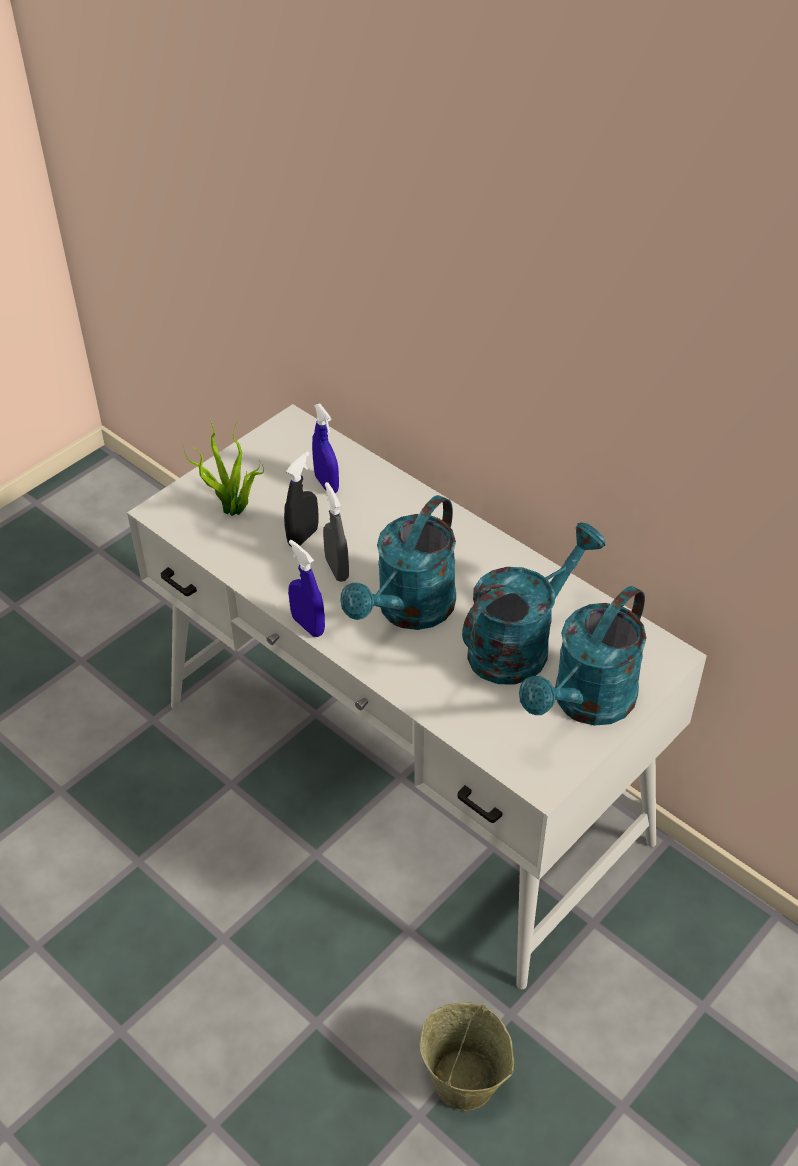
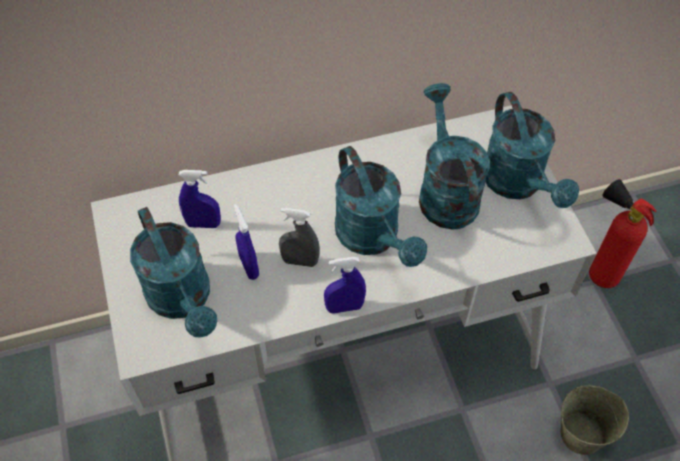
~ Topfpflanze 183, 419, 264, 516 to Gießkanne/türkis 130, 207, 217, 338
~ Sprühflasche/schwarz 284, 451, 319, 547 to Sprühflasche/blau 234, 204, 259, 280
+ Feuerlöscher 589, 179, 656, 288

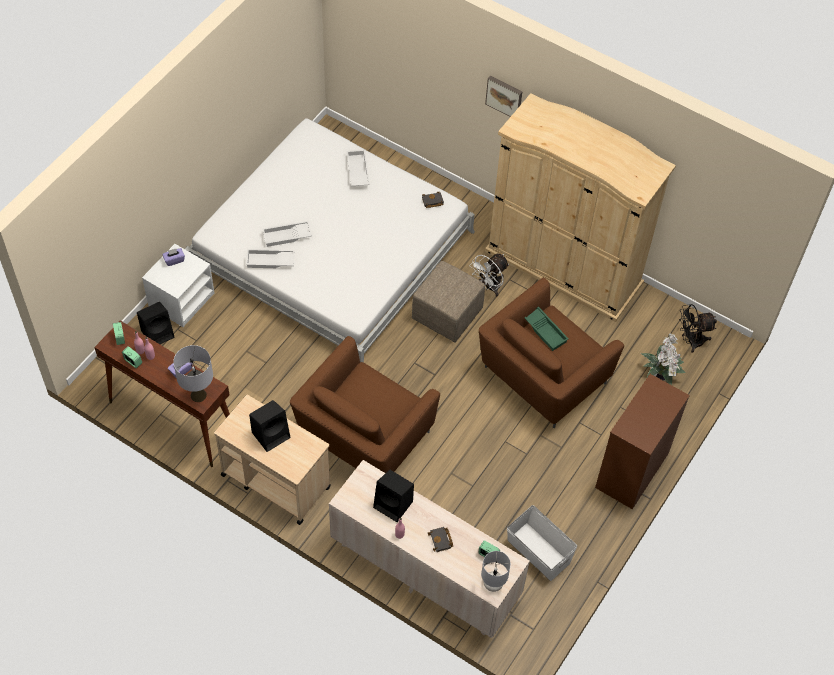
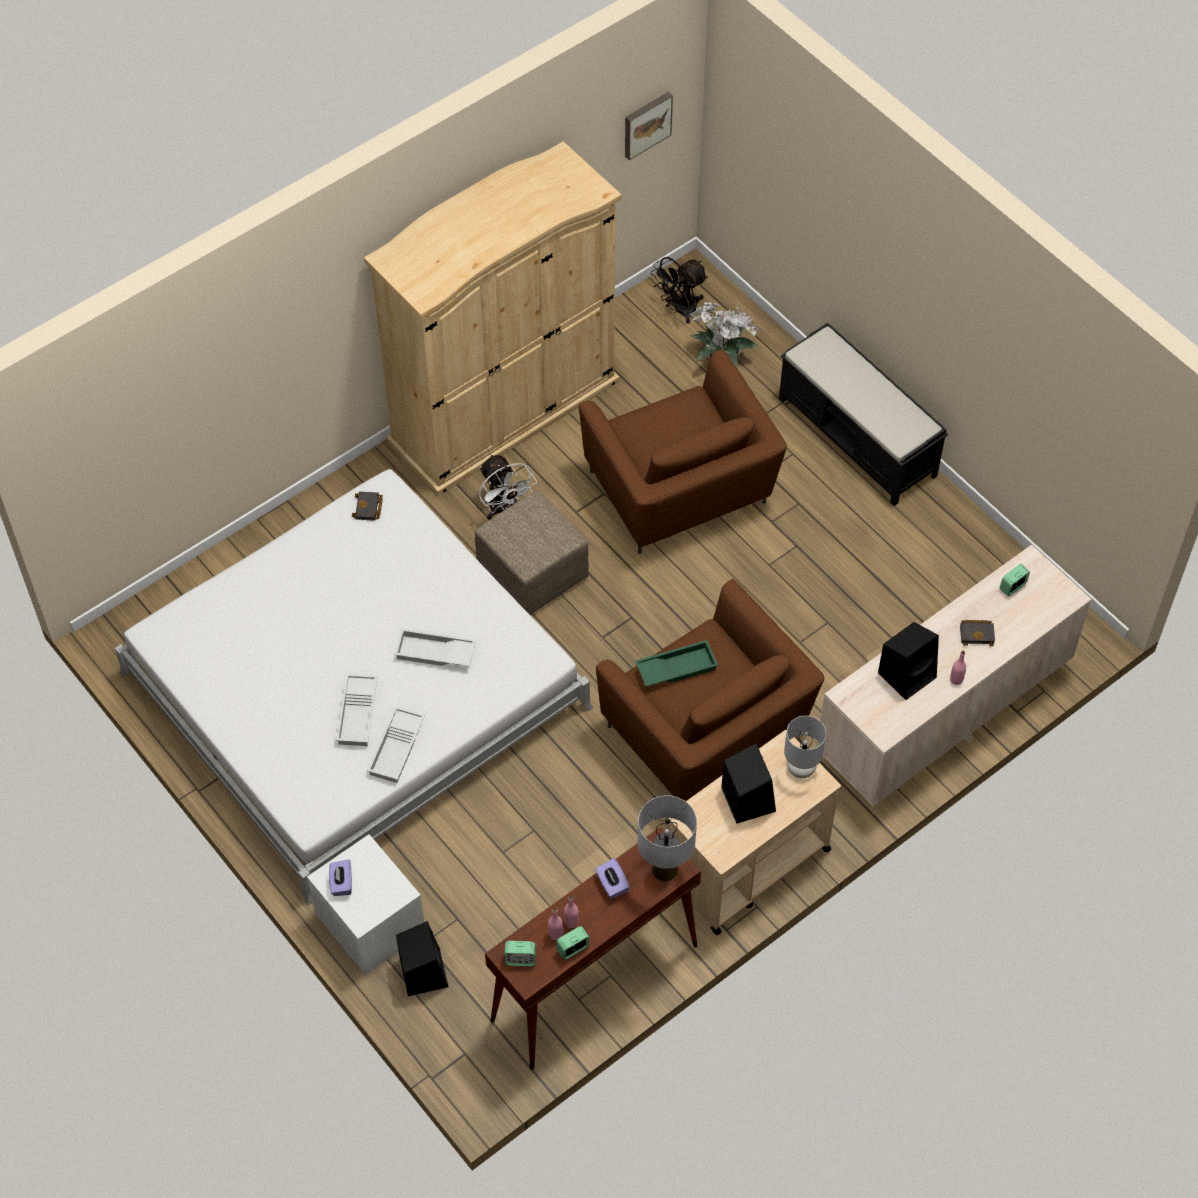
~ Bild 485, 76, 522, 117 to 625, 92, 673, 160
~ Tablett/weiß 347, 150, 370, 186 to 395, 628, 476, 667
~ Ventilator/schwarz 679, 304, 717, 353 = 651, 257, 708, 324 45 degrees clockwise
~ Tablett/grün 525, 306, 569, 351 to 635, 640, 718, 687
~ Kommode/braun 595, 374, 690, 509 to Bank/schwarz 779, 323, 948, 506
- Aufbewahrungsbox/weiß 507, 505, 577, 581
~ Tischlampe/grau 481, 551, 511, 592 to 784, 716, 826, 778

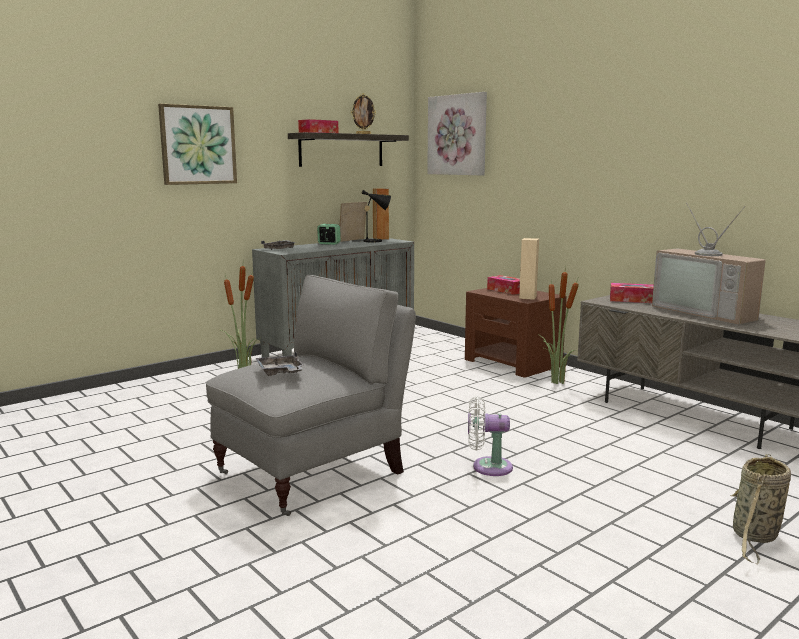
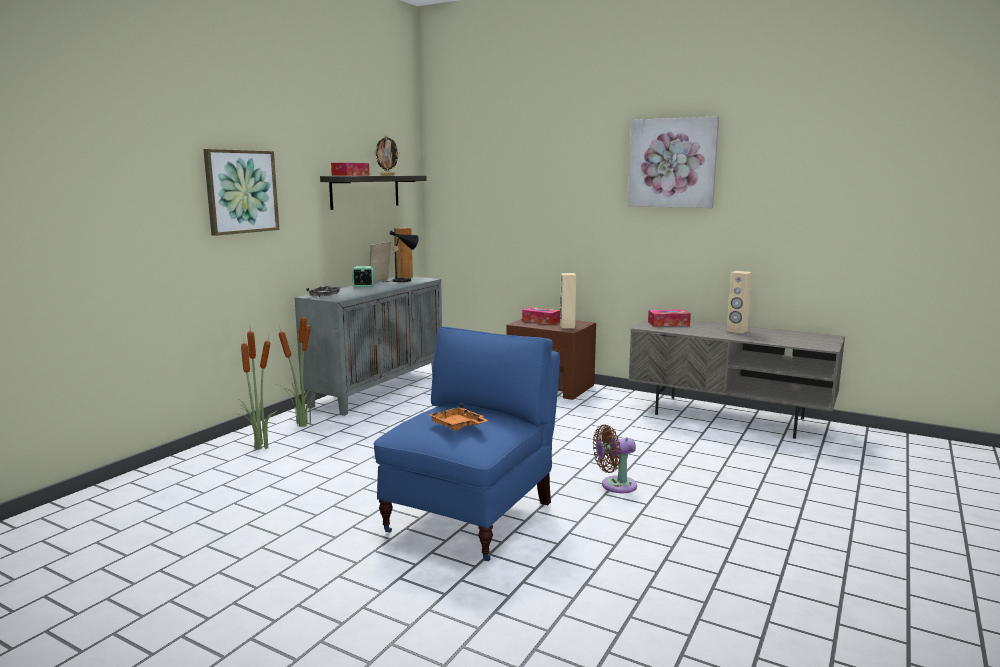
~ Bild 427, 92, 487, 175 to 628, 116, 719, 208
~ Fernseher 652, 202, 766, 324 to Lautsprecher/beige 726, 271, 752, 334
~ Topfpflanze 538, 266, 579, 384 to 237, 329, 277, 450
~ Sessel/grau 205, 275, 416, 516 to Sessel/blau 374, 326, 560, 561
~ Tablett/grau 256, 351, 303, 376 to Tablett/orange 428, 403, 488, 430
~ Ventilator/weiß 468, 396, 513, 476 to Ventilator/braun 593, 425, 637, 493
- Korb 730, 454, 791, 564

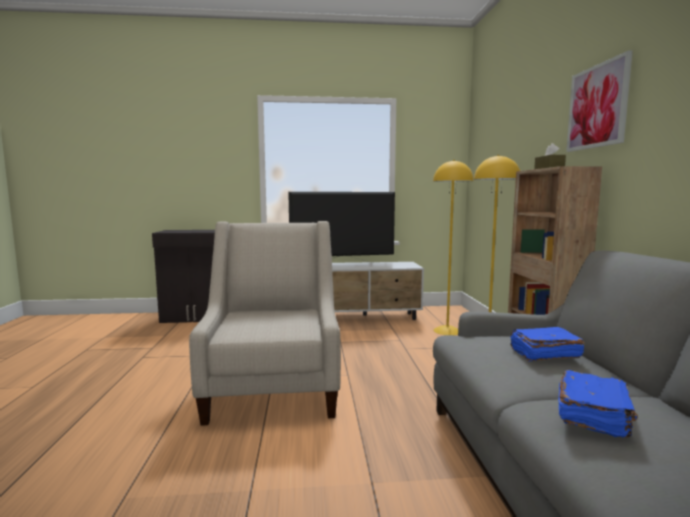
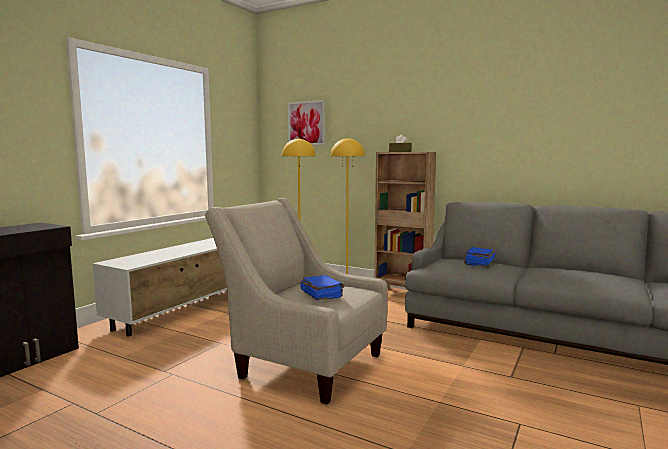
~ Bild 566, 50, 633, 152 to 288, 100, 325, 145
- Fernseher 288, 192, 395, 263
~ Buch/blau 558, 370, 638, 438 to 300, 275, 344, 300

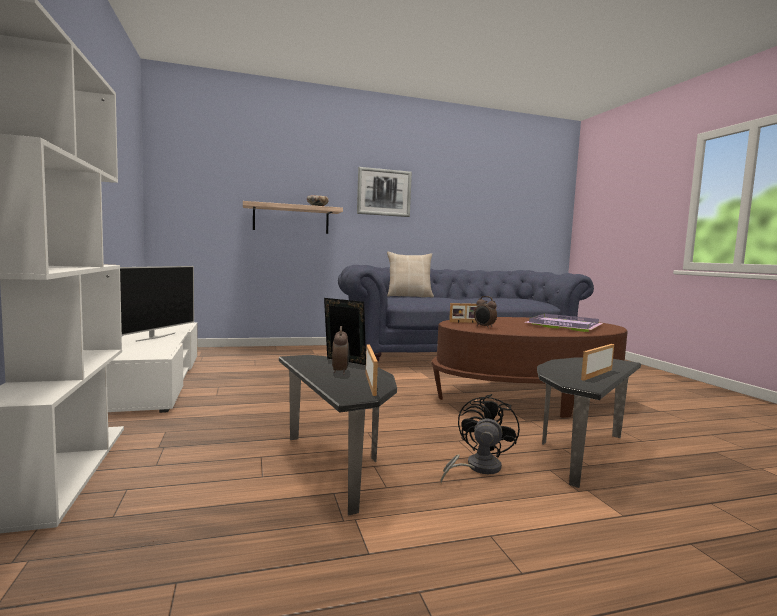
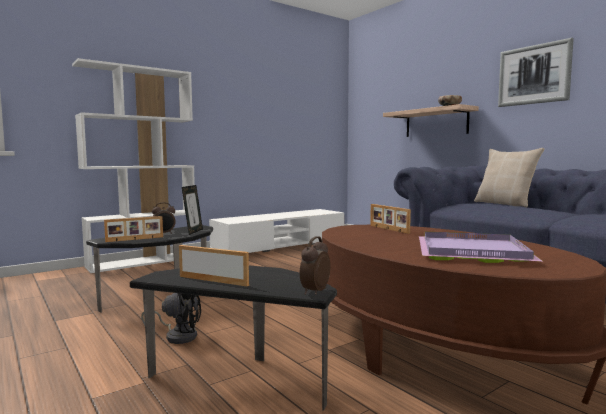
- Fernseher 120, 266, 194, 342
~ Wecker 474, 296, 497, 328 to 300, 236, 330, 295

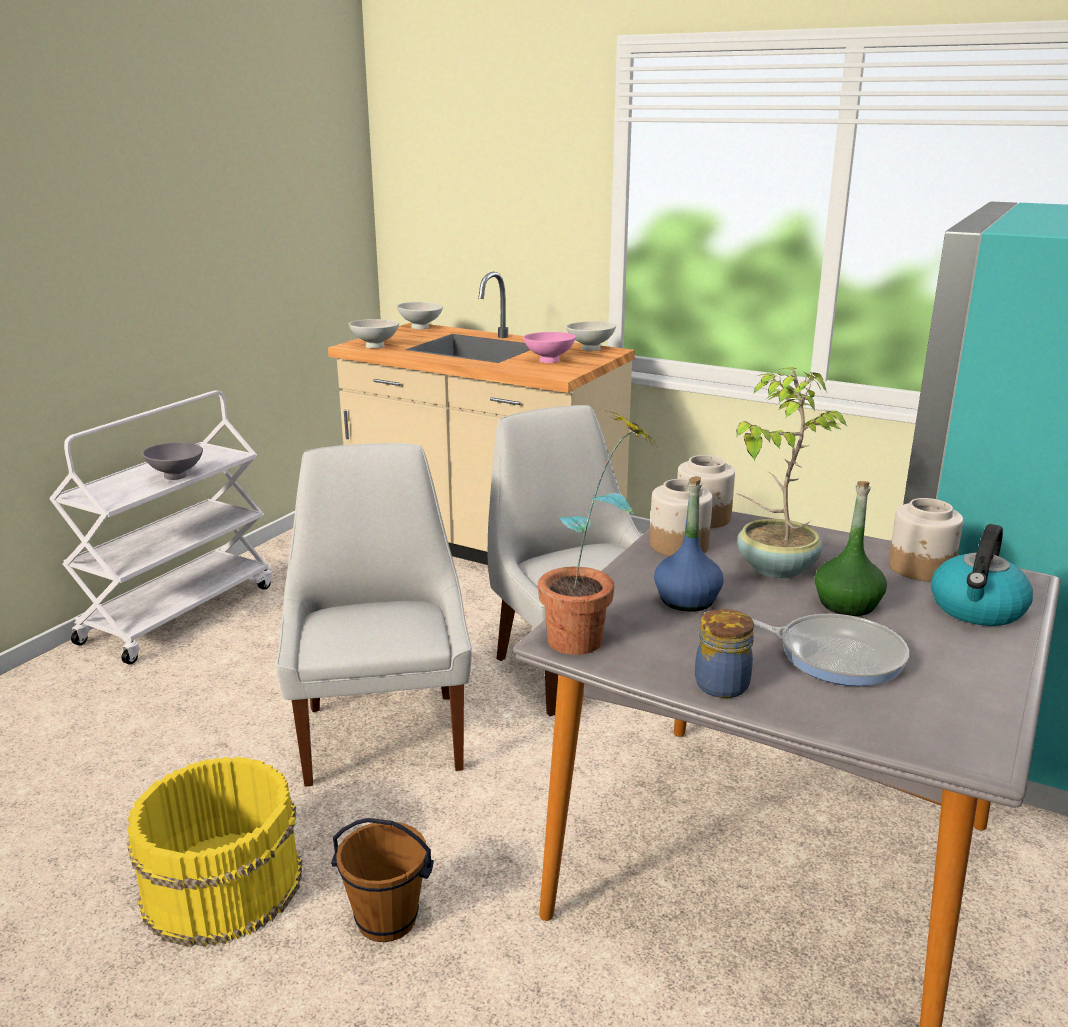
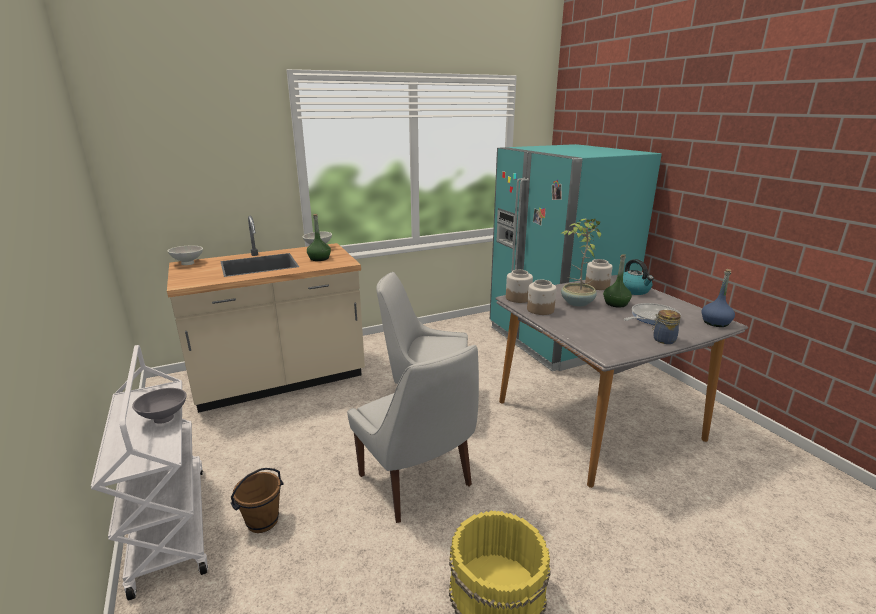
- Schüssel/weiß 349, 319, 399, 348
~ Schüssel/rosa 523, 332, 576, 363 to Flasche/grün 307, 214, 331, 261
- Topfpflanze 538, 410, 657, 655
~ Stuhl/weiß 276, 443, 472, 787 = 347, 345, 479, 523 150 degrees counterclockwise
~ Flasche/blau 654, 476, 723, 612 to 702, 269, 735, 327
~ Eimer/braun 331, 818, 434, 942 to 231, 468, 284, 533

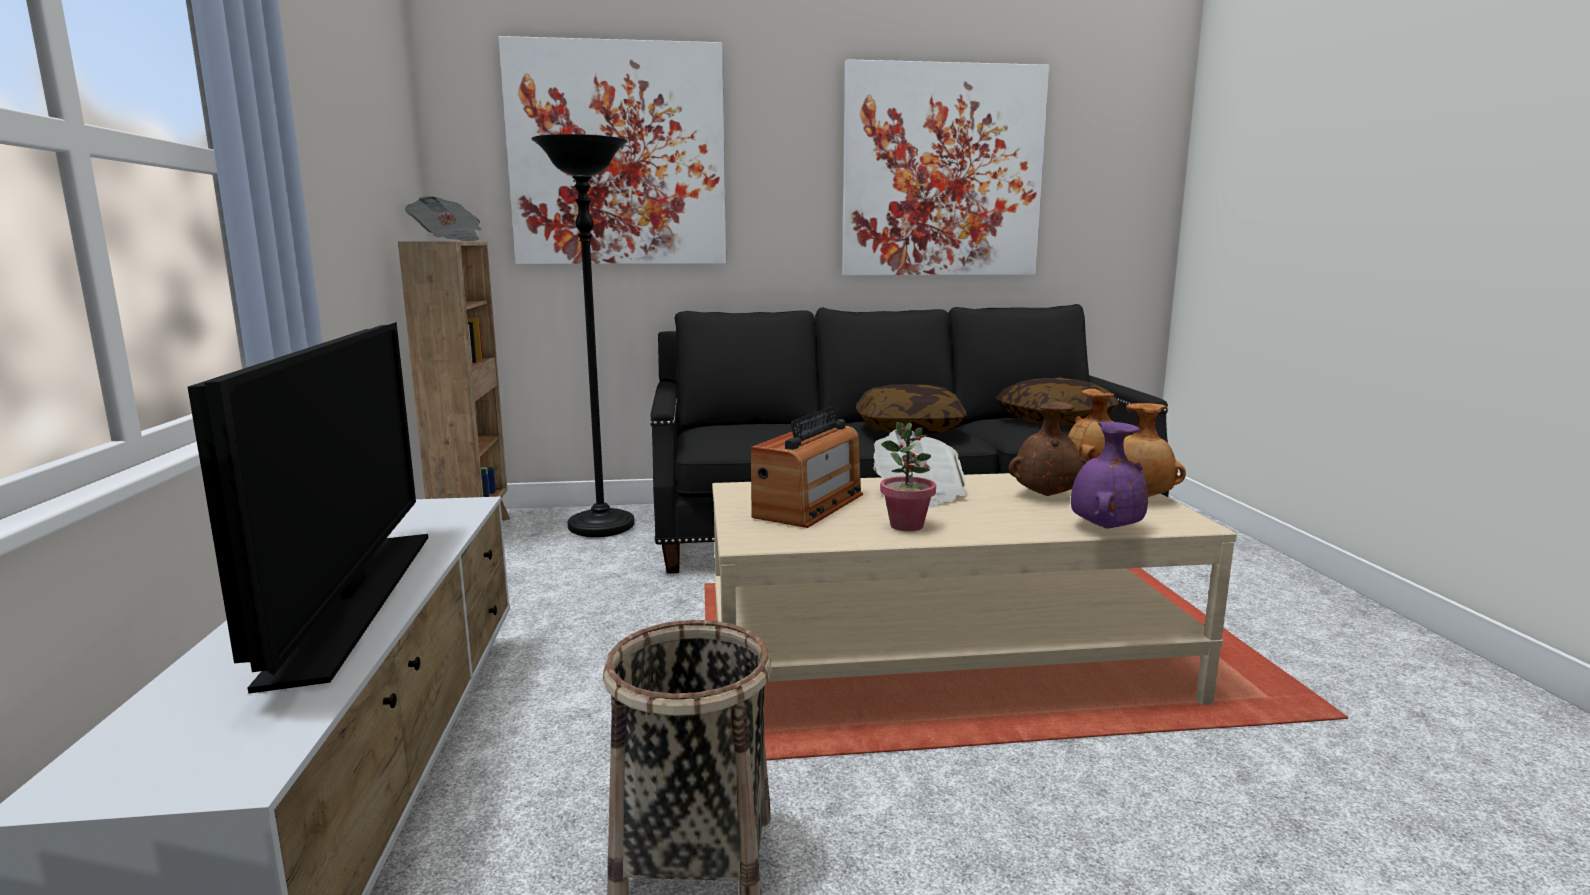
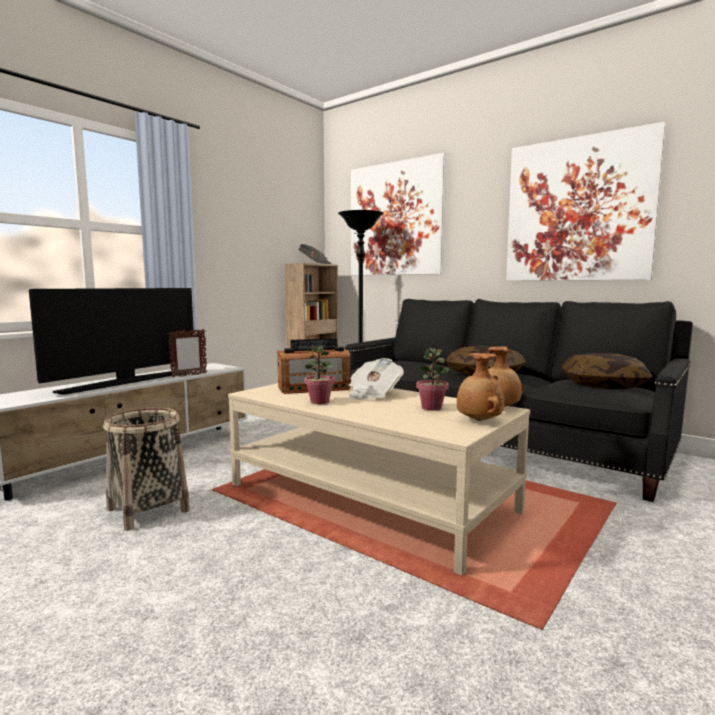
~ Vase/braun 1008, 401, 1087, 496 to Topfpflanze 416, 348, 449, 411
- Vase/lila 1071, 422, 1148, 529
+ Bilderrahmen 168, 329, 207, 378

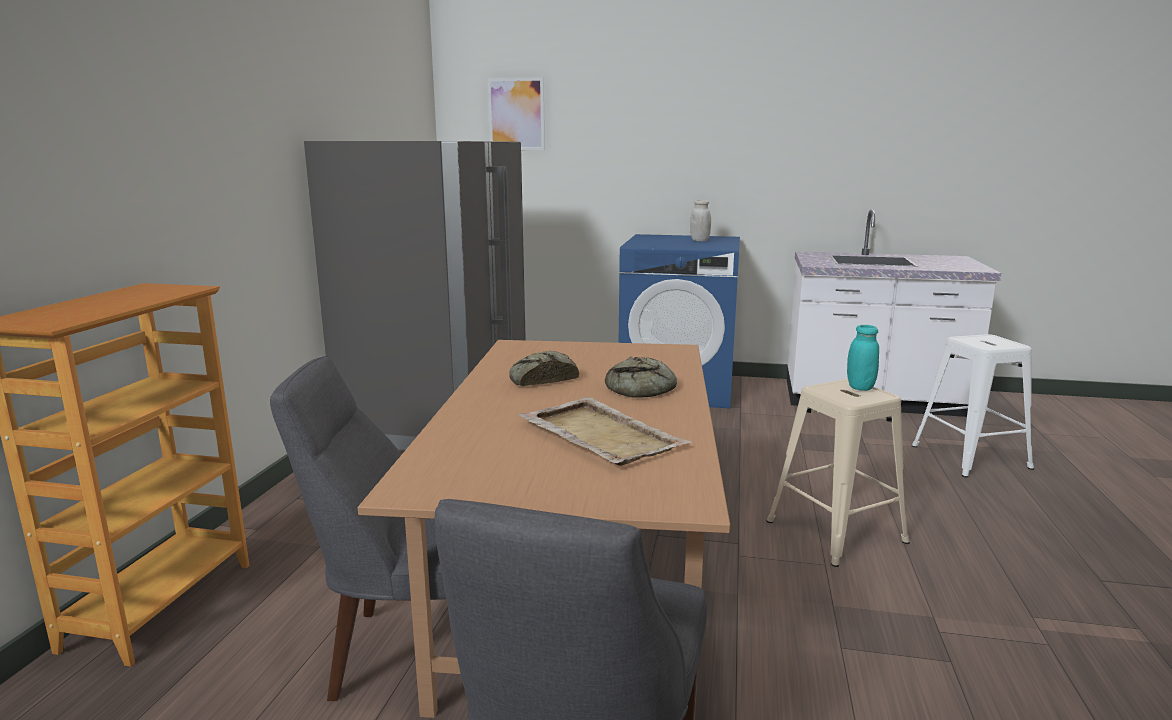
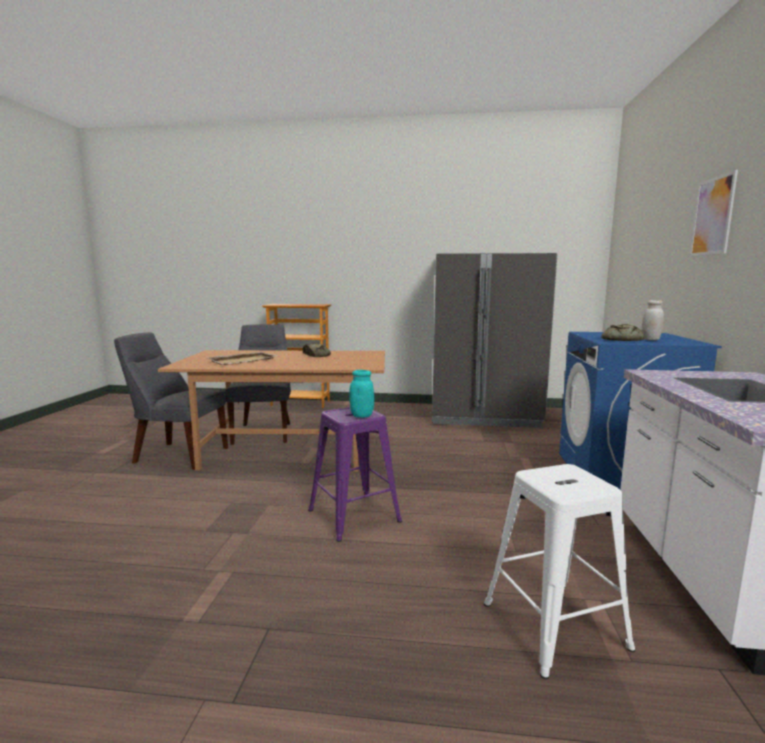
~ Bild 487, 77, 545, 150 to 690, 170, 738, 257
~ Brot 605, 357, 677, 398 to 601, 324, 645, 341
~ Hocker/beige 766, 379, 910, 567 to Hocker/lila 308, 407, 402, 542

